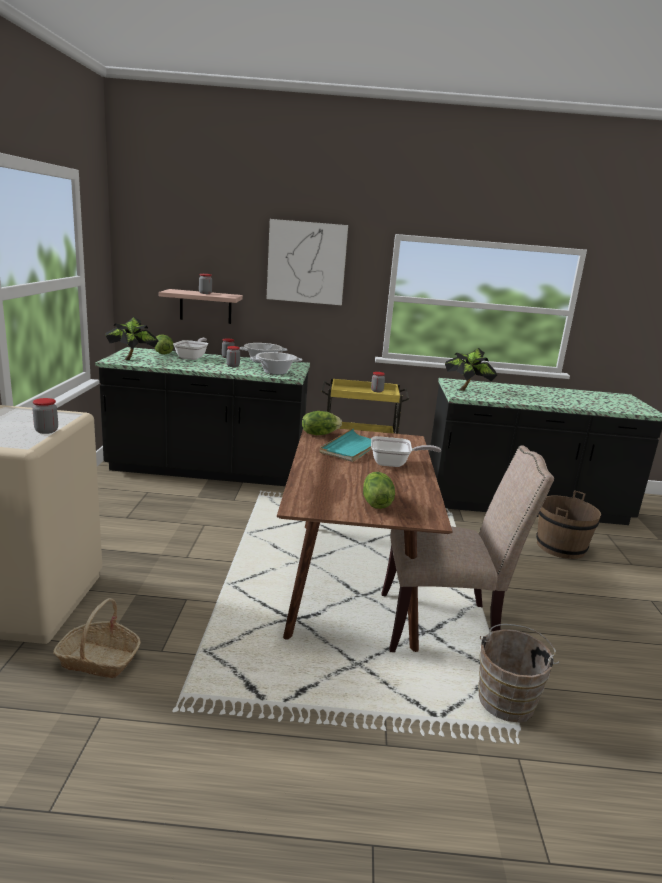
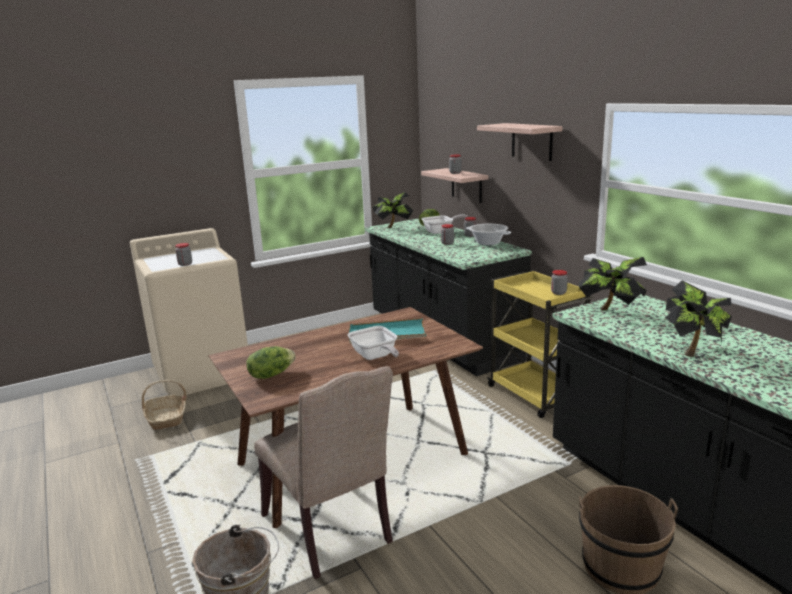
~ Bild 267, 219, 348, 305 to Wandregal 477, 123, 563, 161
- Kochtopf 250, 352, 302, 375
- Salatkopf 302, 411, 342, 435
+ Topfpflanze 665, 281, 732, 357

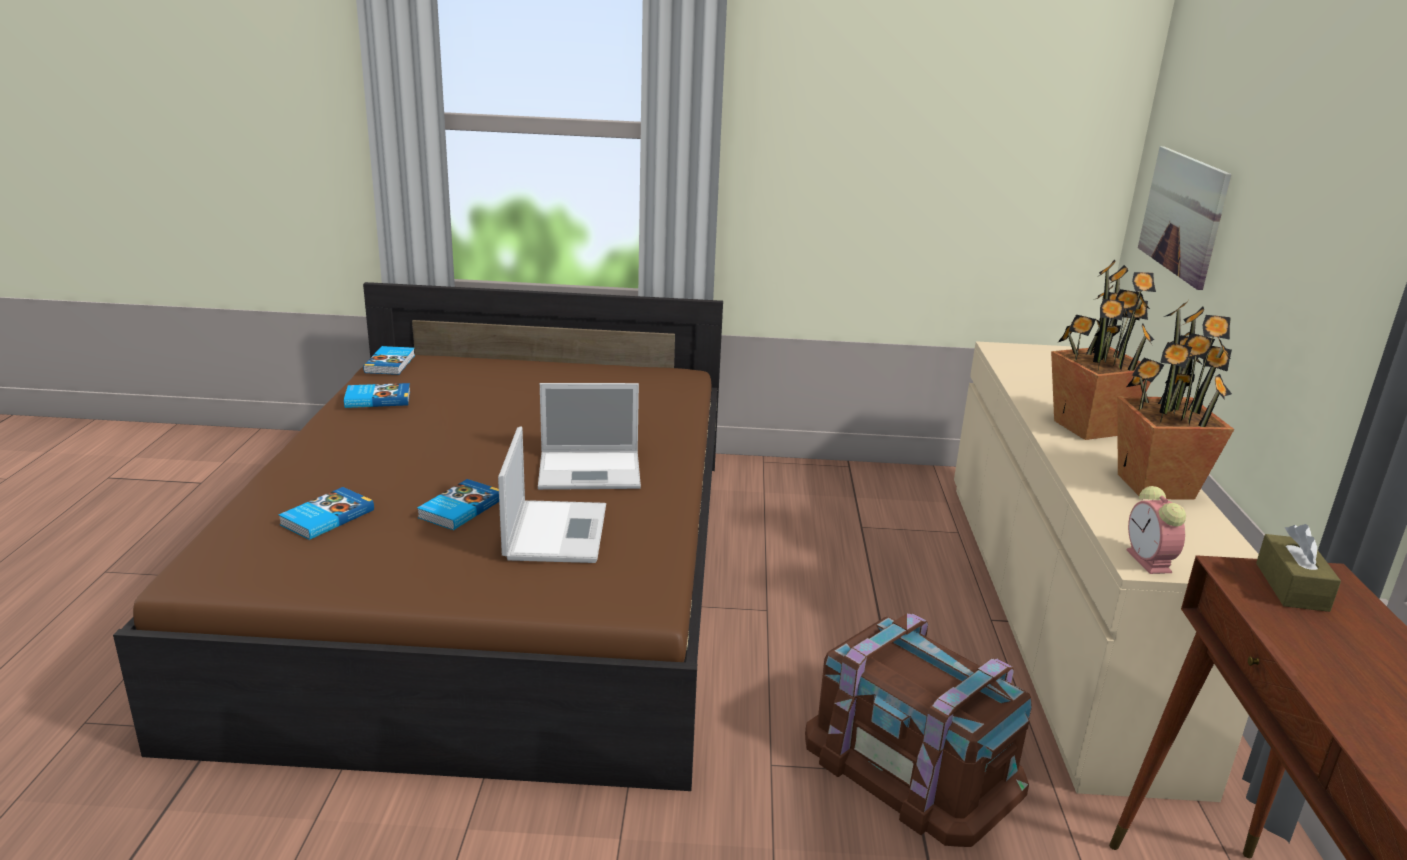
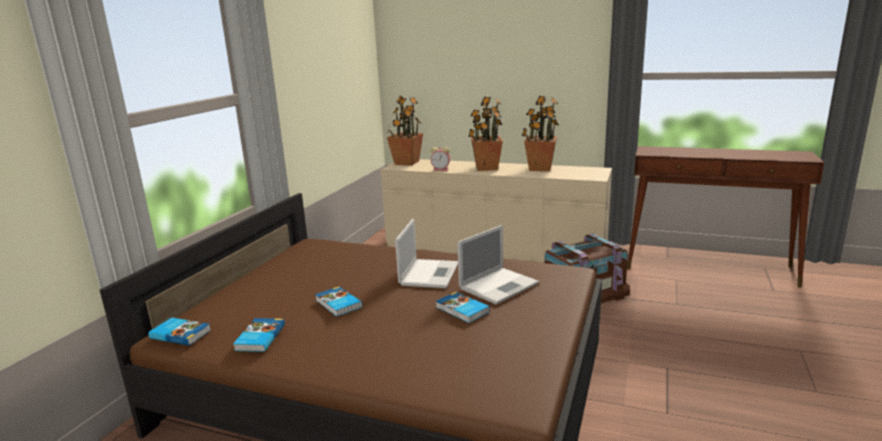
- Bild 1138, 146, 1232, 290
~ Laptop 498, 426, 606, 563 = 457, 225, 539, 305 120 degrees clockwise
~ Wecker 1126, 486, 1186, 574 to 430, 147, 450, 171
~ Buch 279, 487, 374, 540 to 315, 286, 362, 317
- Taschentuchbox/braun 1256, 524, 1341, 612
+ Topfpflanze 387, 96, 423, 166

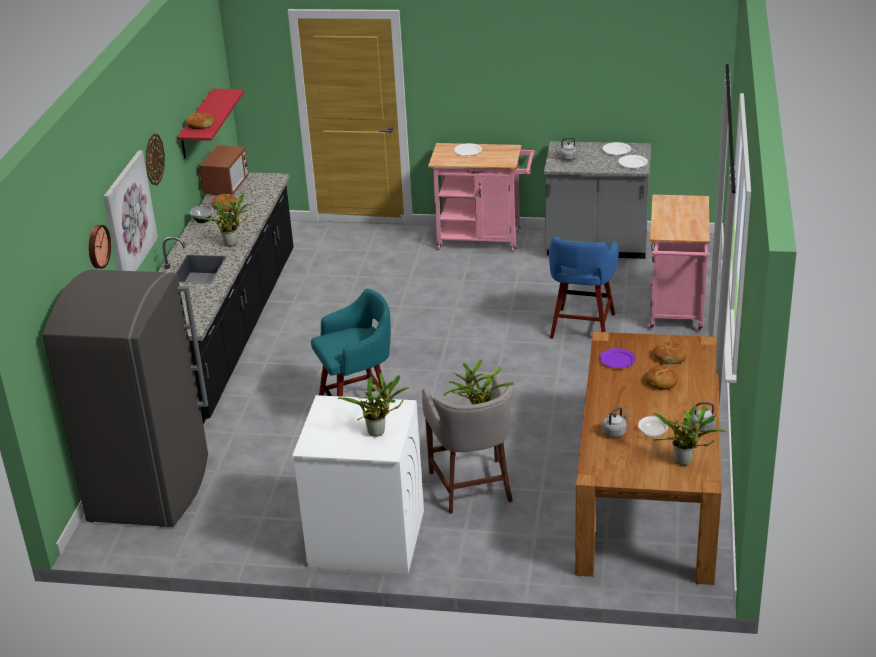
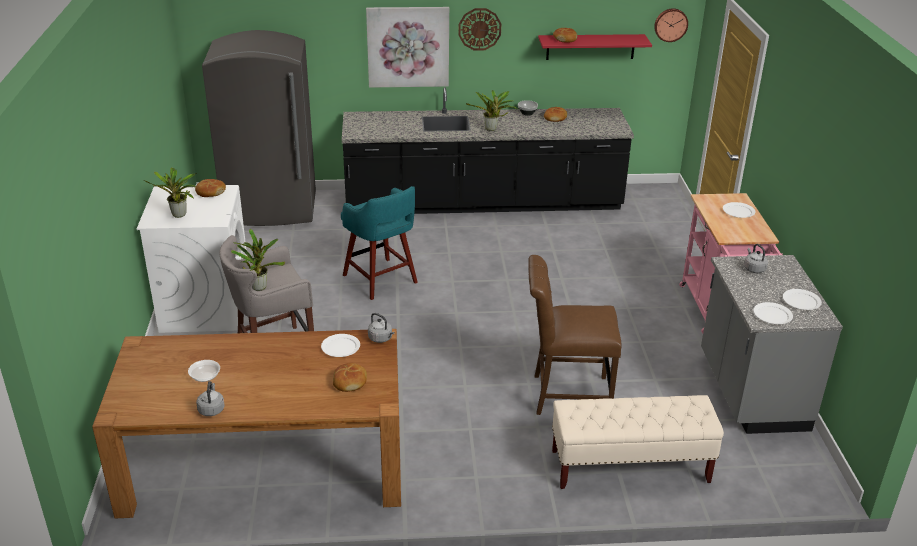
- Mikrowelle 199, 145, 249, 195
~ Rollwagen/rosa 648, 195, 710, 332 to Bank/beige 552, 395, 724, 489
~ Wanduhr 89, 225, 111, 269 to 654, 8, 688, 42
~ Hocker/blau 549, 236, 619, 339 to Stuhl/braun 528, 255, 621, 415
~ Teller/lila 600, 348, 636, 368 to Teller/weiß 321, 334, 360, 357
~ Brot 645, 365, 678, 390 to 195, 179, 226, 197
- Topfpflanze 652, 406, 728, 466
~ Wasserkessel/grau 602, 407, 629, 438 to 368, 313, 395, 343

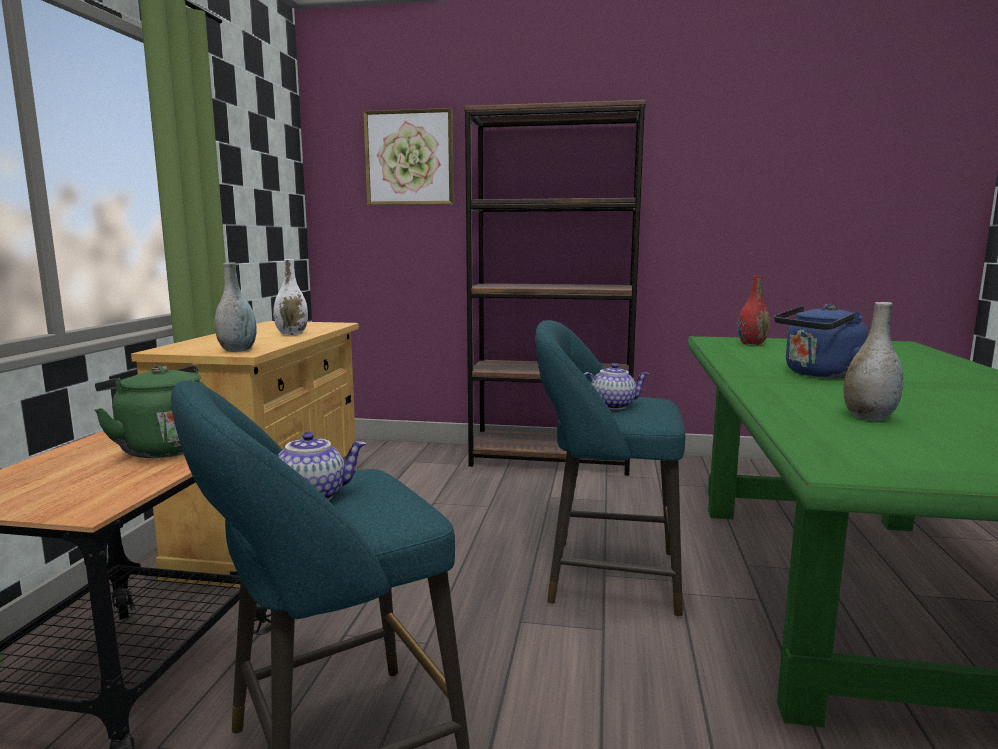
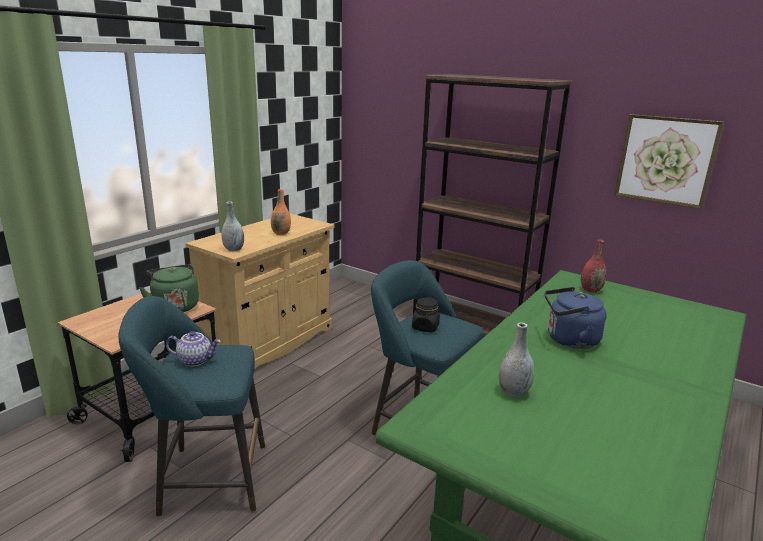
~ Bild 363, 108, 454, 205 to 614, 114, 724, 209
~ Vase/weiß 273, 259, 308, 335 to Vase/orange 271, 189, 291, 235
~ Teekanne 584, 363, 649, 410 to Vorratsglas/schwarz 412, 297, 440, 332

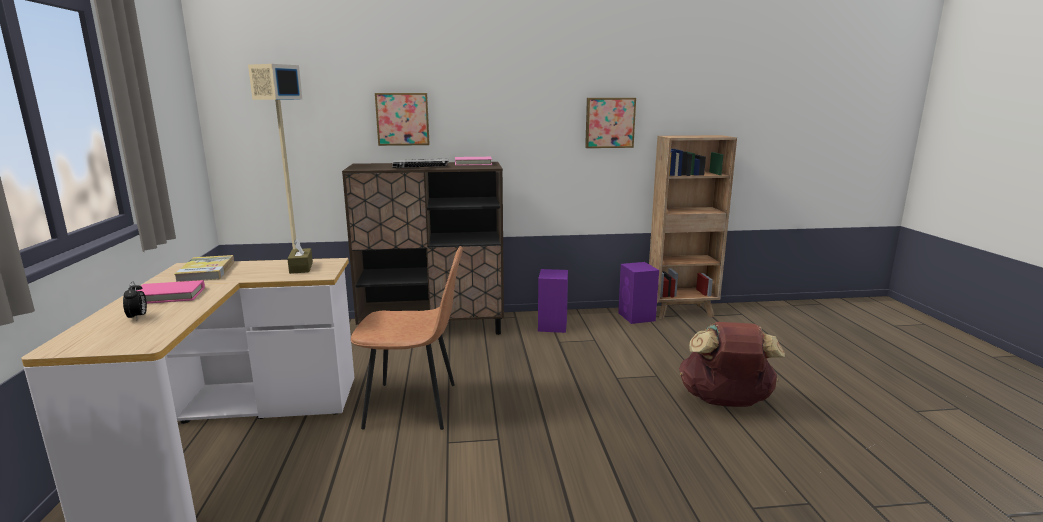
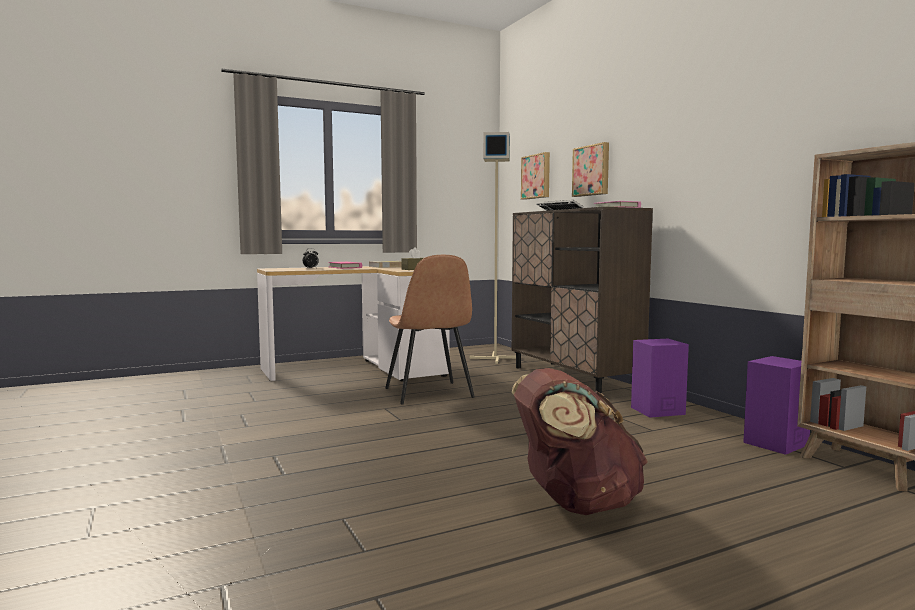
~ Bild 585, 98, 636, 148 to 521, 152, 550, 200

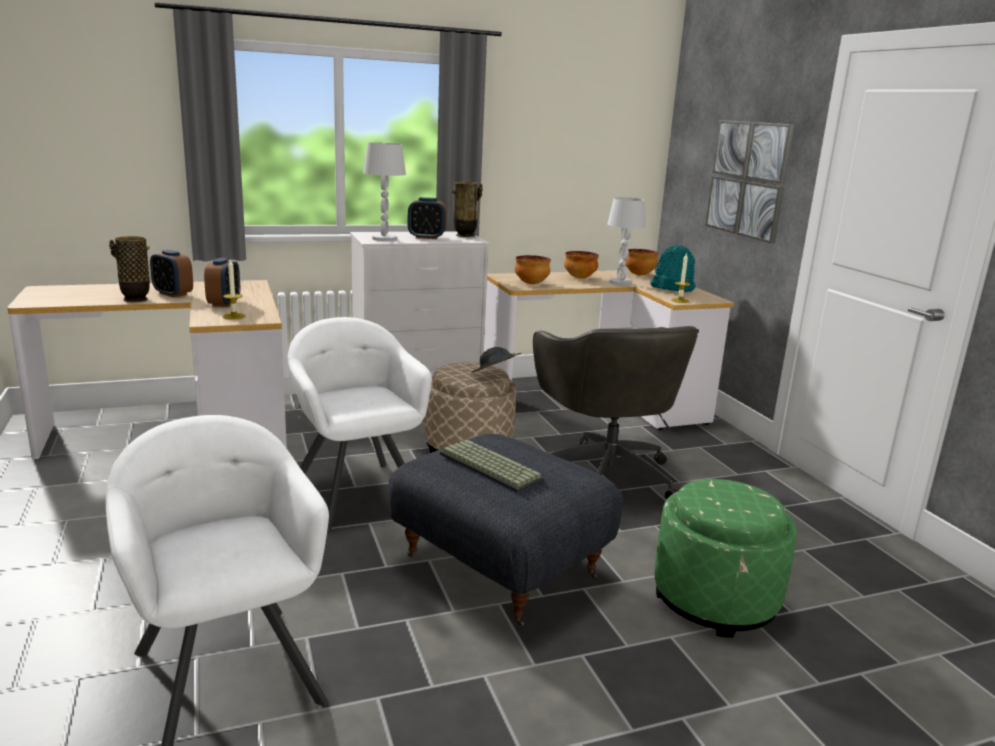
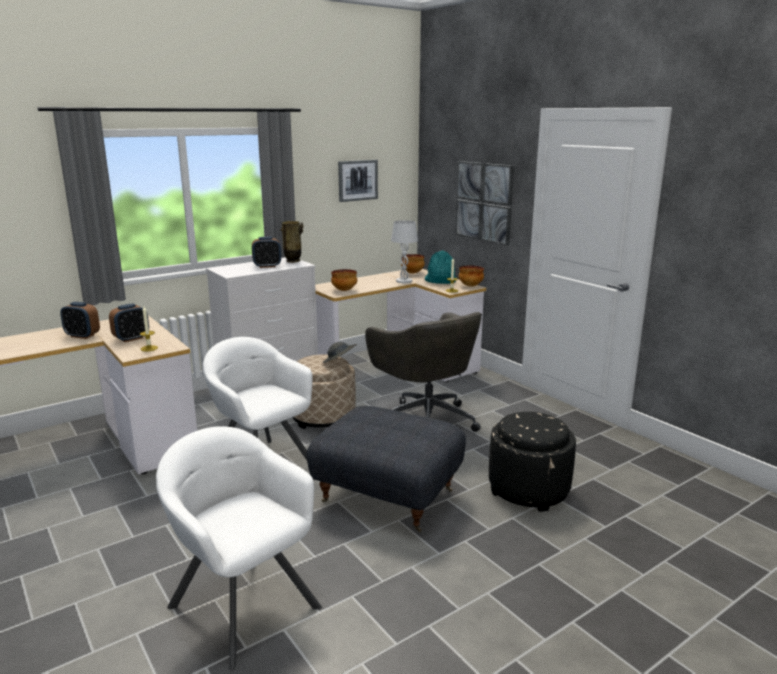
- Tischlampe/weiß 363, 143, 406, 241
- Vase 109, 236, 150, 302
~ Schüssel 564, 251, 599, 279 to 458, 266, 484, 287
~ Wecker 204, 258, 240, 307 = 109, 303, 149, 342 60 degrees clockwise
- Tastatur 440, 440, 544, 493
~ Polsterhocker/grün 654, 479, 797, 638 to Polsterhocker/schwarz 489, 412, 576, 512
+ Bild 338, 160, 378, 202

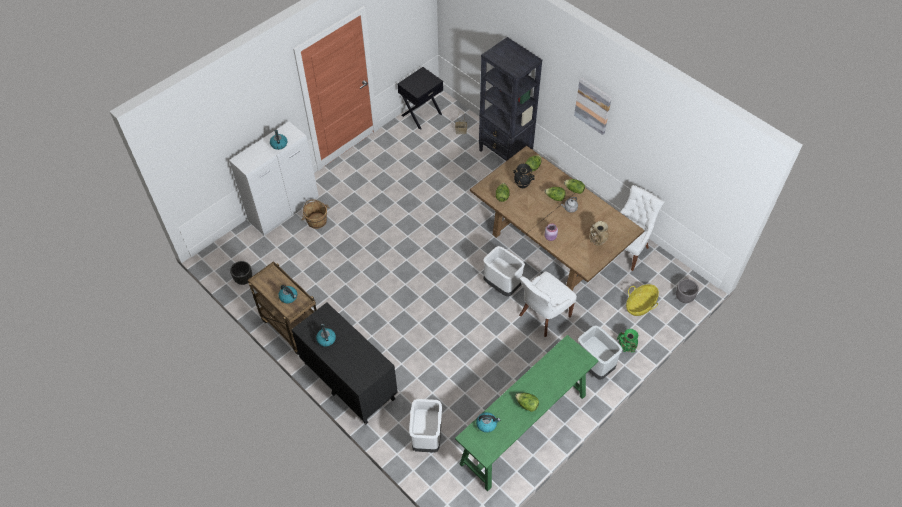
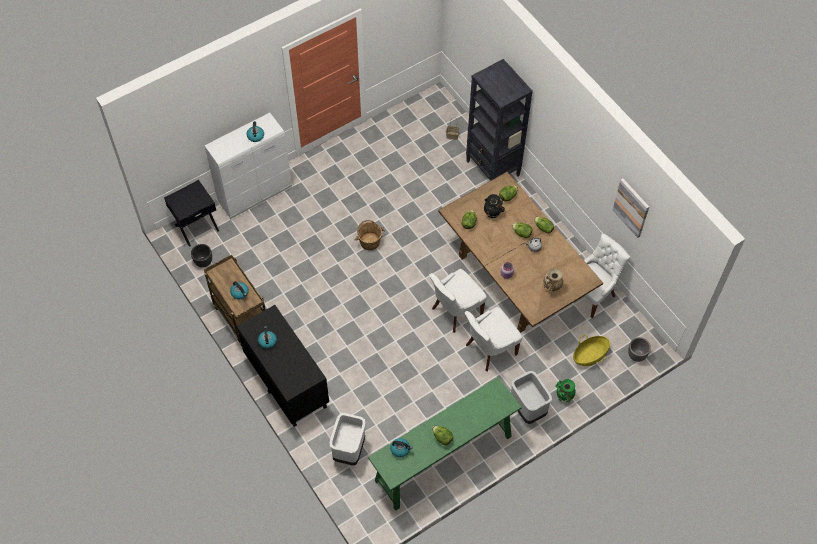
~ Nachttisch/schwarz 397, 67, 443, 130 to 164, 180, 219, 247
~ Bild 574, 77, 612, 135 to 613, 178, 649, 238
~ Eimer/braun 302, 199, 330, 229 to 355, 220, 385, 250
~ Mülleimer/weiß 483, 246, 525, 297 to Stuhl/weiß 429, 269, 487, 333

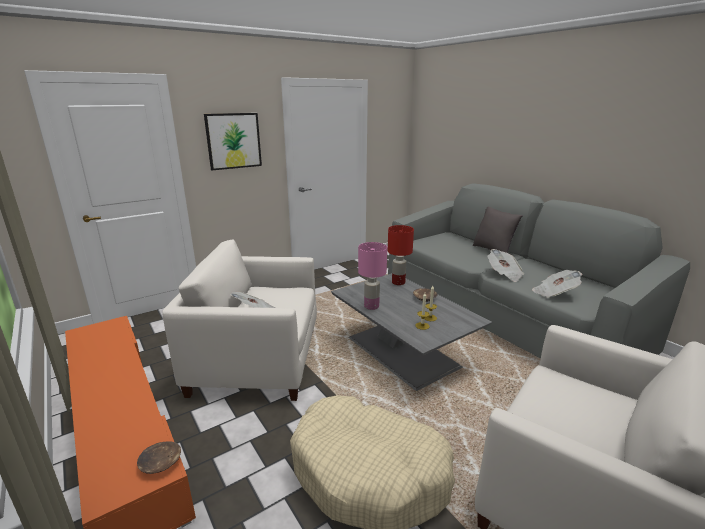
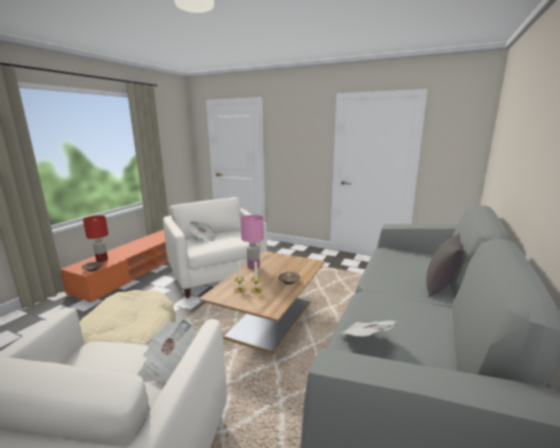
- Bild 204, 113, 262, 170
~ Tischlampe/rot 388, 225, 414, 285 to 83, 215, 108, 262
~ Zeitung 488, 249, 524, 282 to 137, 319, 197, 383
~ Couchtisch/grau 331, 273, 492, 391 to Couchtisch/braun 199, 251, 325, 355

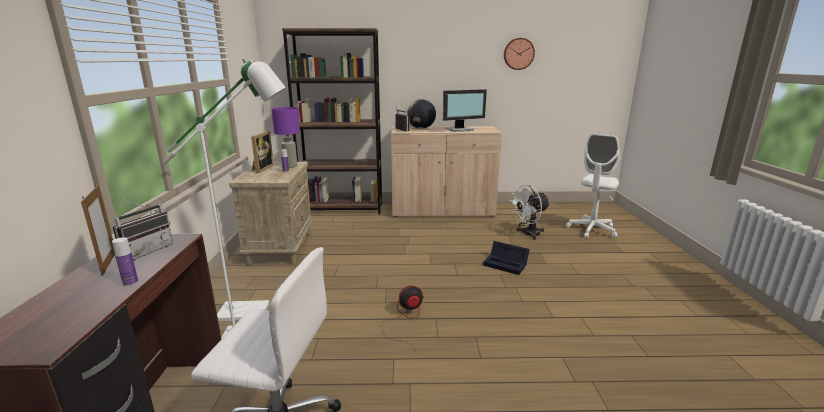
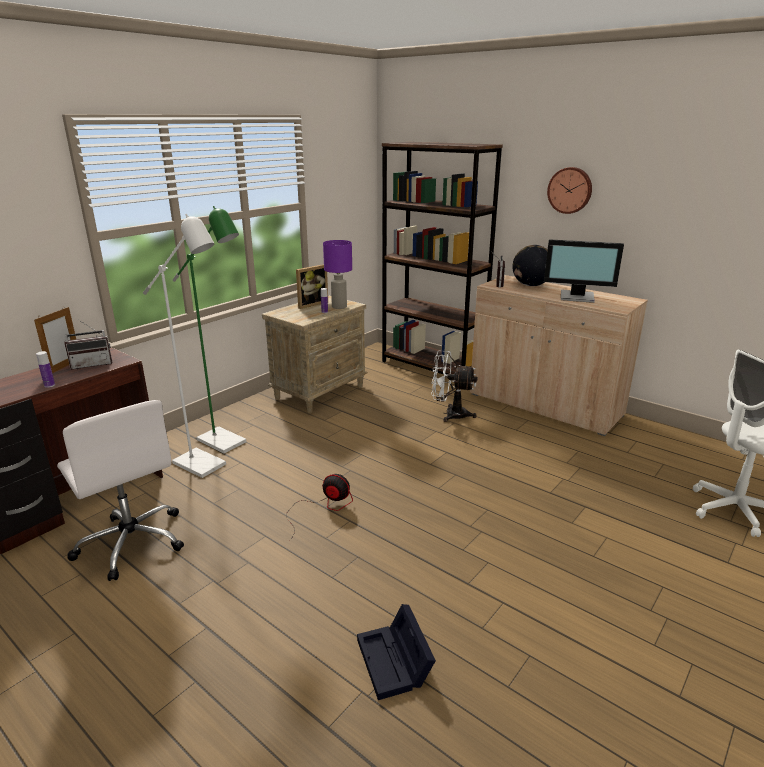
~ Wanduhr 504, 38, 535, 70 to 547, 167, 592, 214
~ Ventilator/weiß 508, 185, 550, 240 to 431, 350, 478, 422
~ Aufbewahrungsbox/schwarz 483, 241, 530, 275 to 357, 604, 436, 700

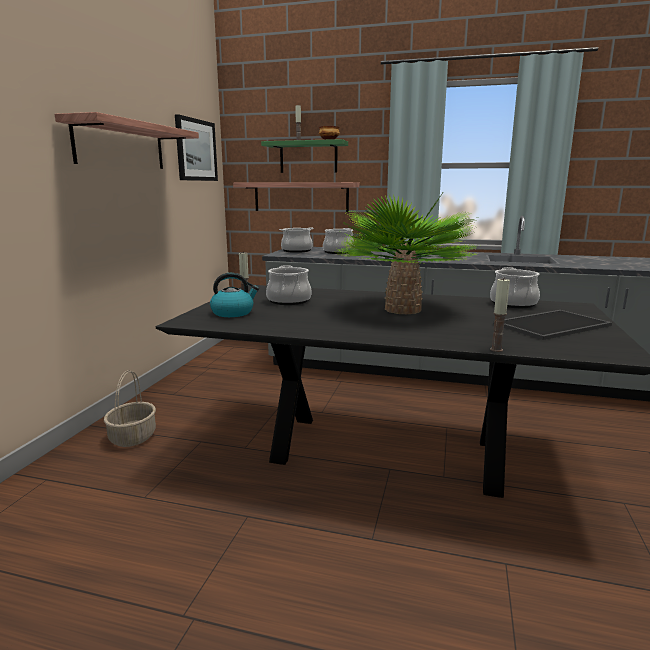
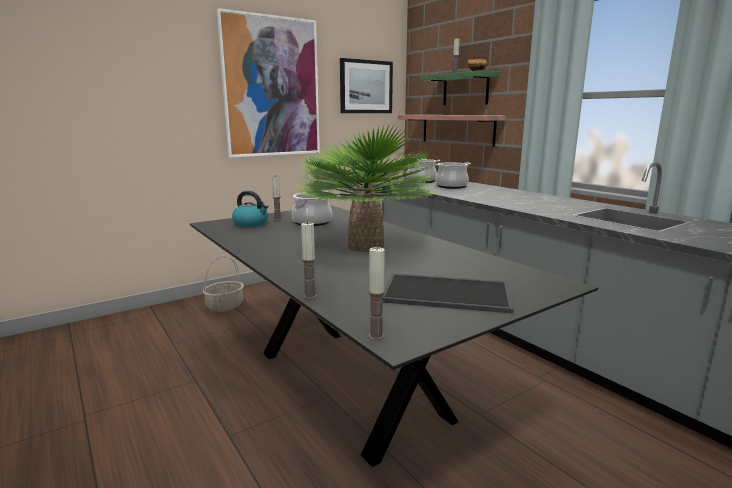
~ Wandregal 55, 112, 199, 169 to Bild 216, 8, 320, 157
- Kochtopf 490, 267, 540, 308
+ Kerze 368, 246, 385, 340

